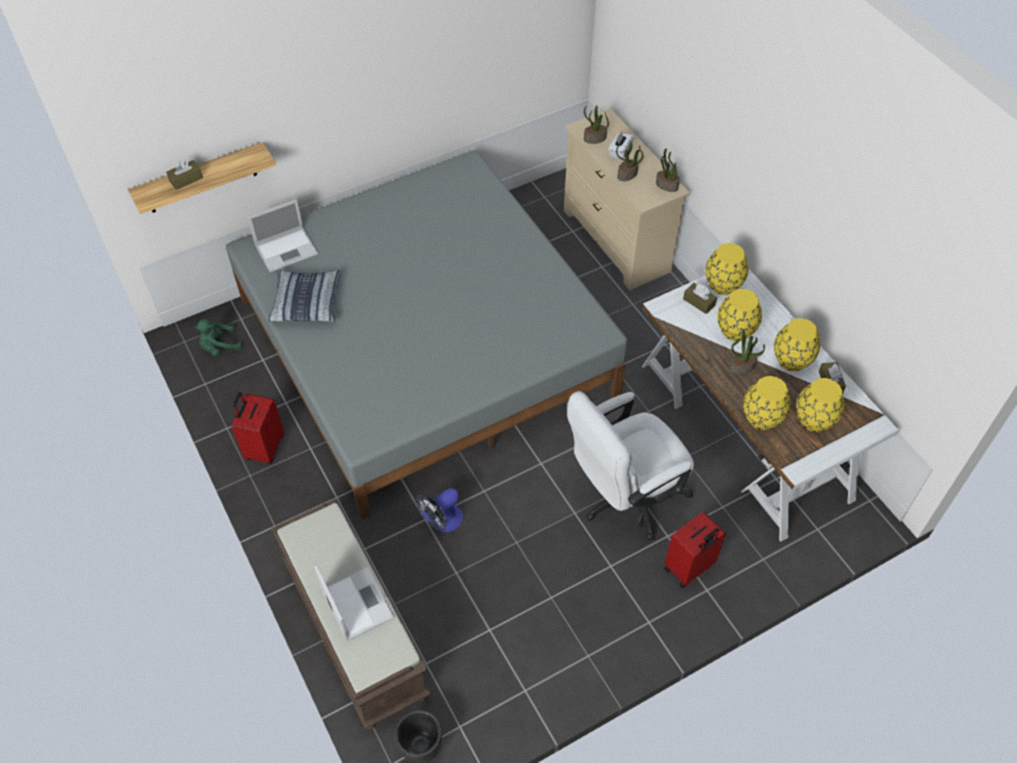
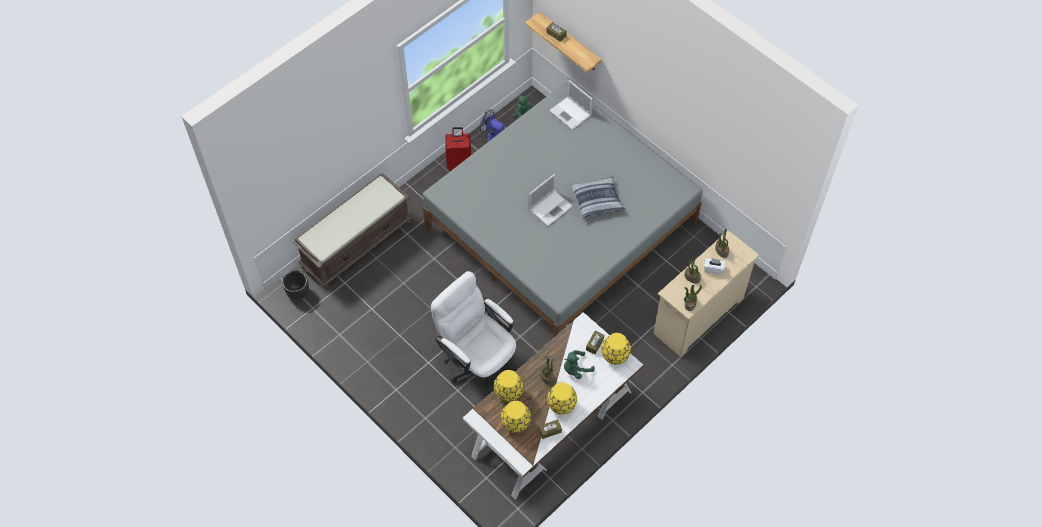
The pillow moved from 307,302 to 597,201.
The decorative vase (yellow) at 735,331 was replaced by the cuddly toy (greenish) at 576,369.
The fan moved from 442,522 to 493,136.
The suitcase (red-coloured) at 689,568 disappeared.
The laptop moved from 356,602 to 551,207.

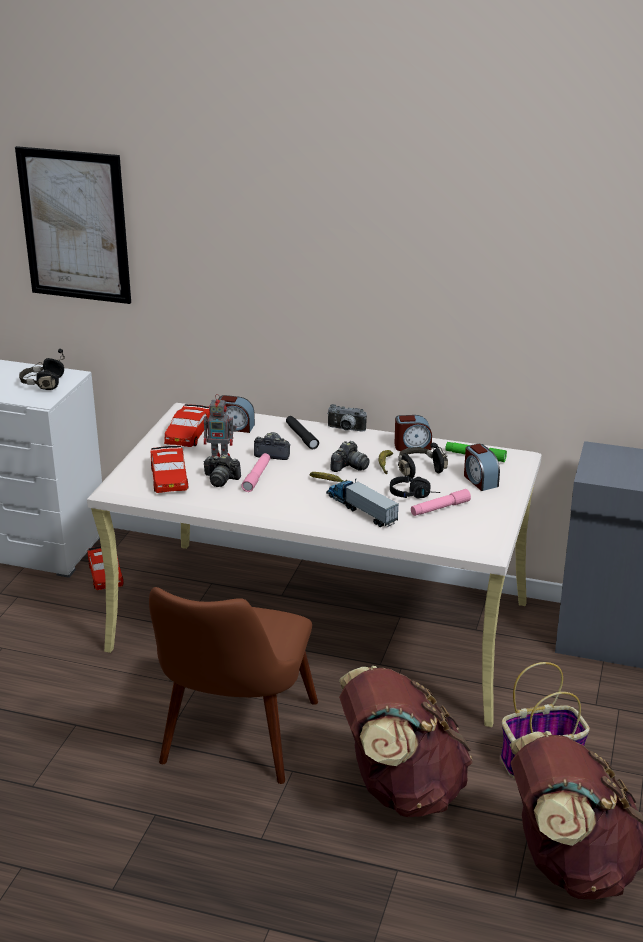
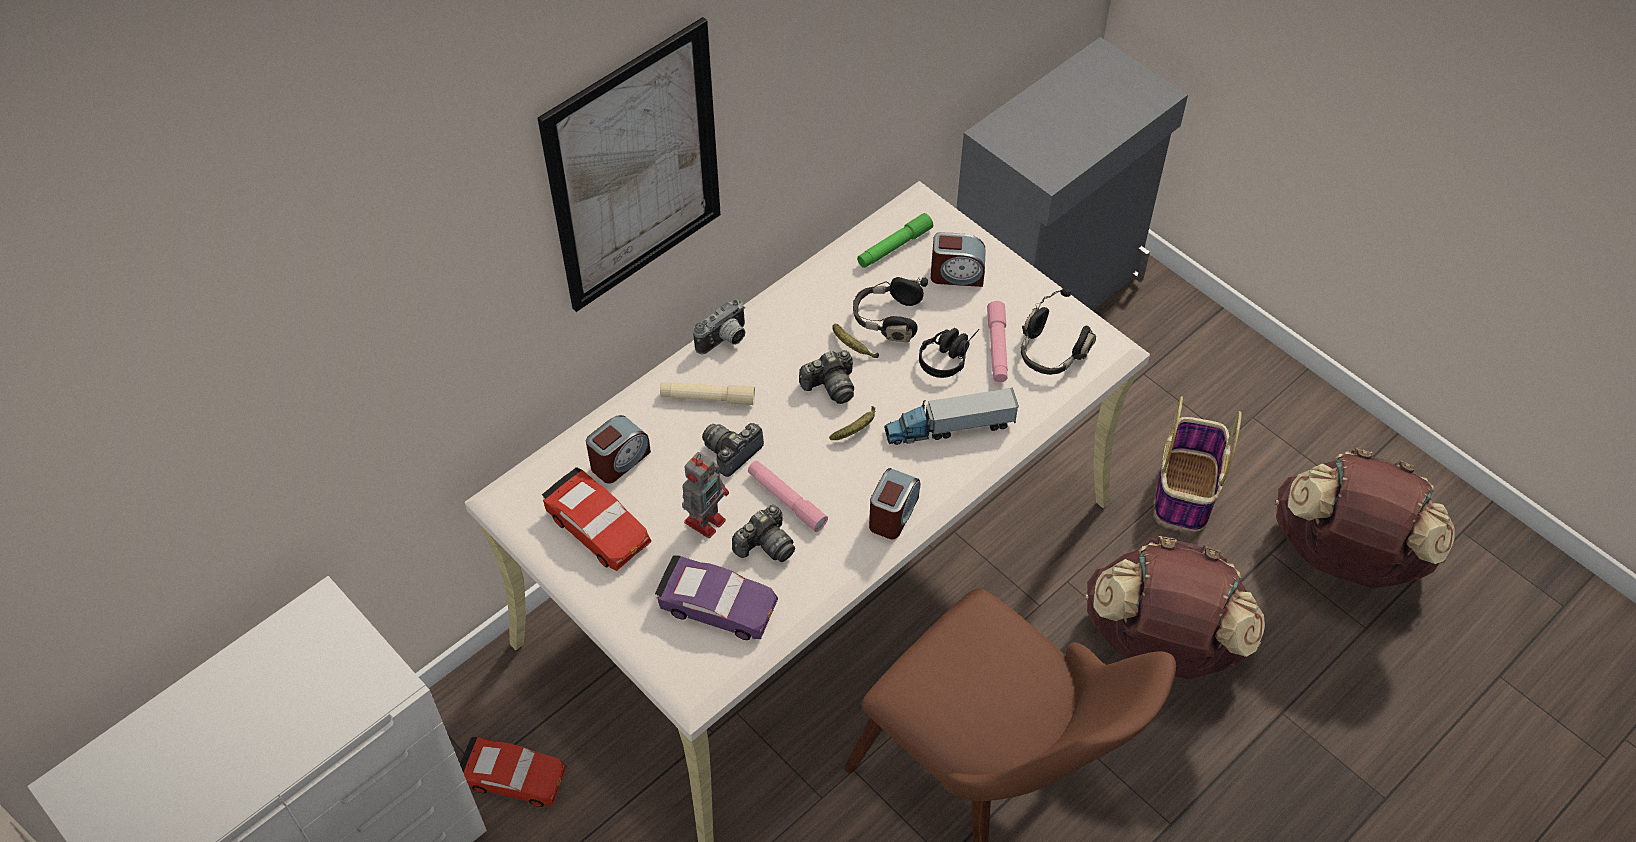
The picture moved from 75,226 to 634,168.
The pair of headphones (blackish) moved from 43,383 to 1051,353.
The alarm clock moved from 412,446 to 893,514.
The flashlight (blackish) at 301,436 became the flashlight (beige-coloured) at 708,398.
The photo camera at 349,466 turned 90 degrees clockwise.
The toy car (red-coloured) at 169,478 became the toy car (purple-coloured) at 717,605.

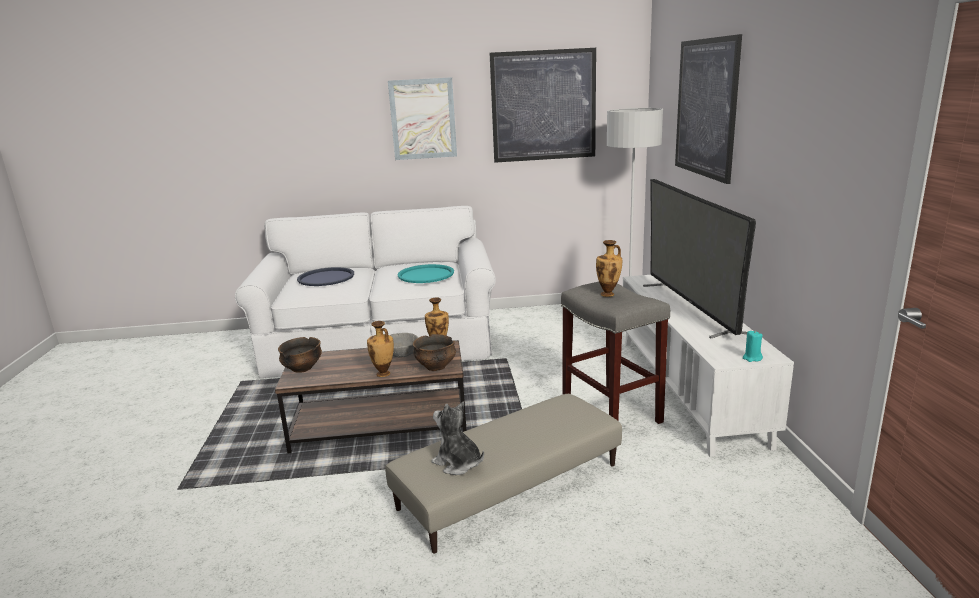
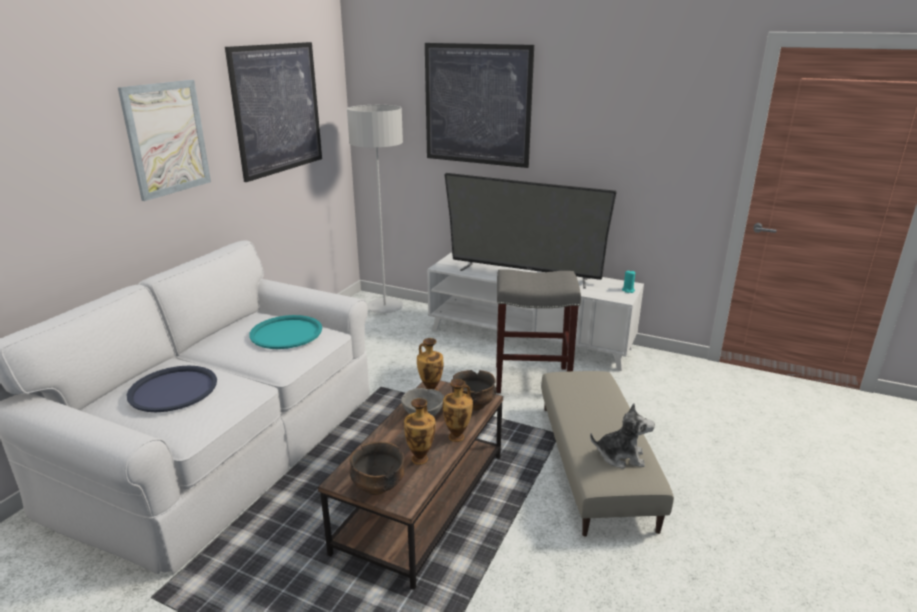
The decorative vase moved from 608,294 to 420,458.
The cuddly toy at 458,463 turned 150 degrees counterclockwise.

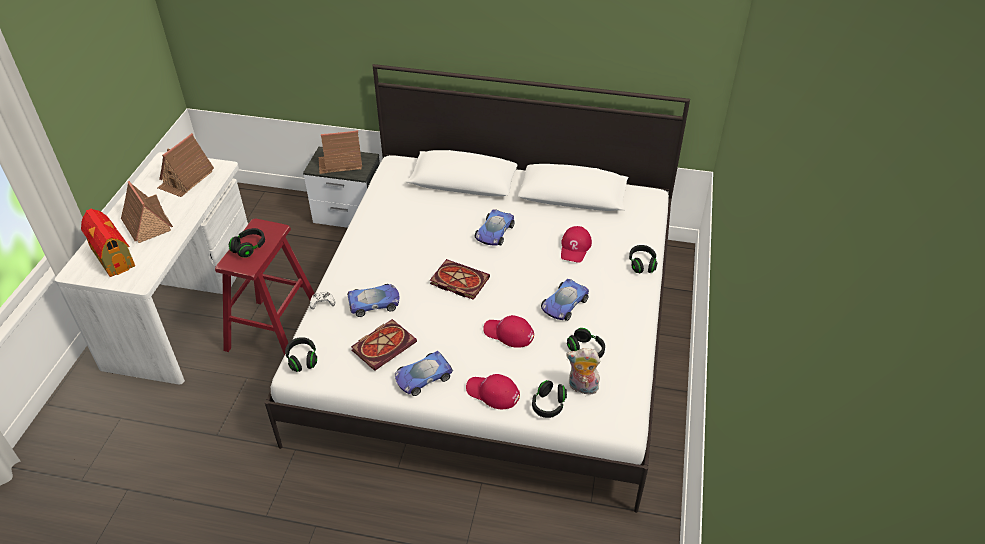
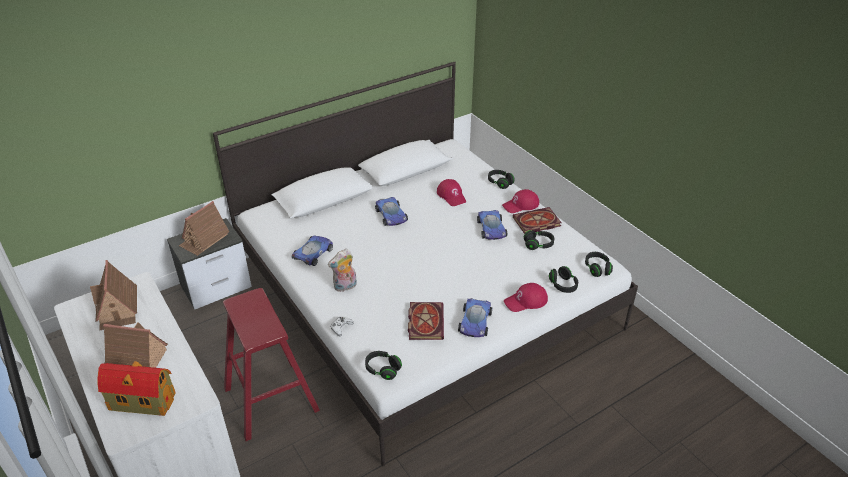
The pair of headphones (blackish) moved from 249,247 to 597,269.
The bound book moved from 458,281 to 536,223.
The toy car moved from 374,303 to 313,253.
The peaked cap (red-coloured) moved from 508,333 to 521,205.
The cuddly toy moved from 582,388 to 345,287.

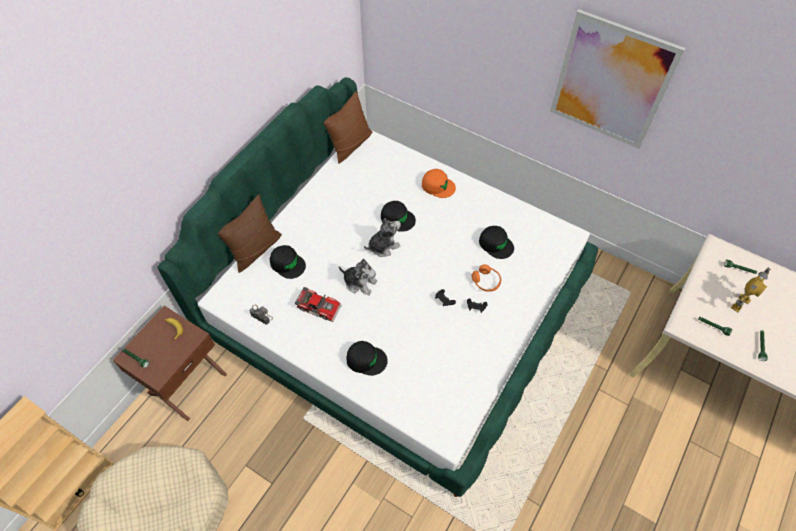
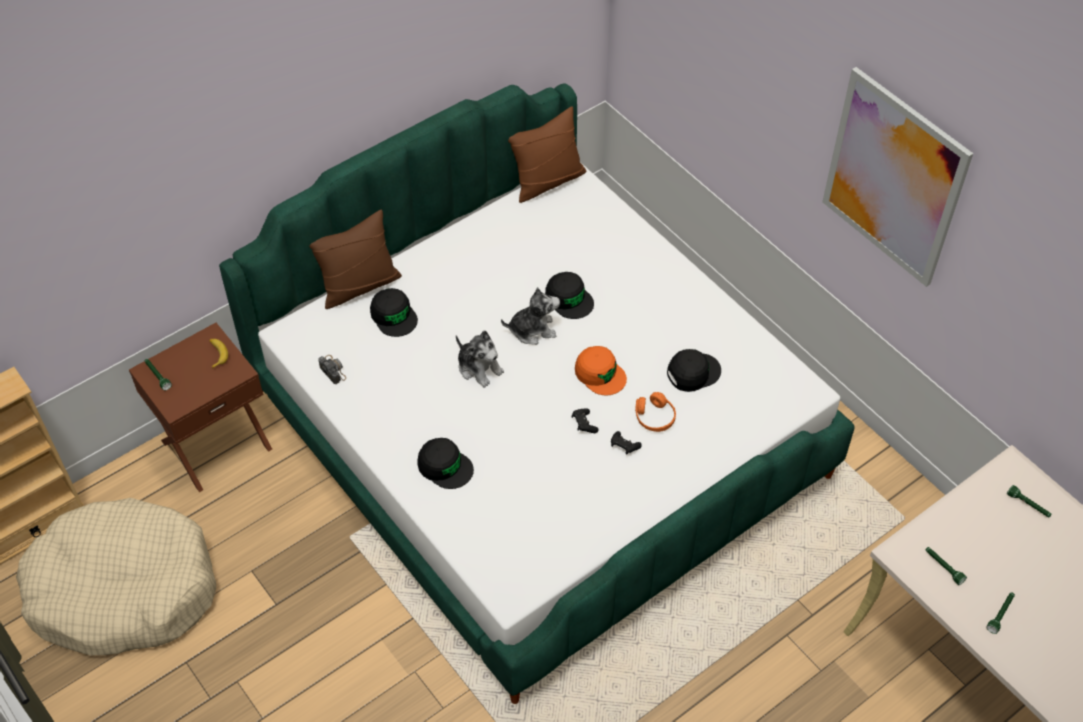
The peaked cap (orange) moved from 438,186 to 600,374.
The peaked cap (blackish) at 496,244 turned 90 degrees counterclockwise.
The robot figure at 740,303 disappeared.
The toy car at 319,306 disappeared.

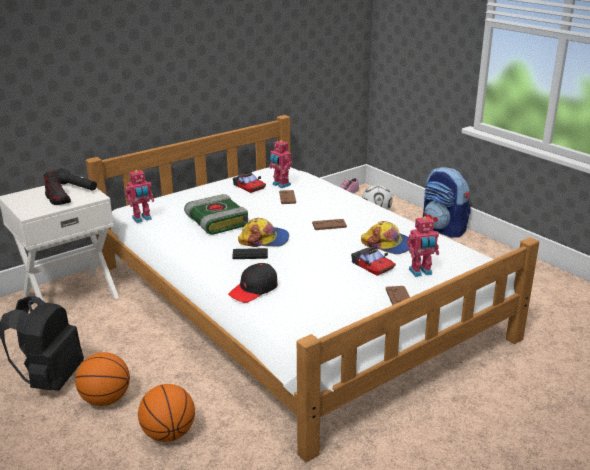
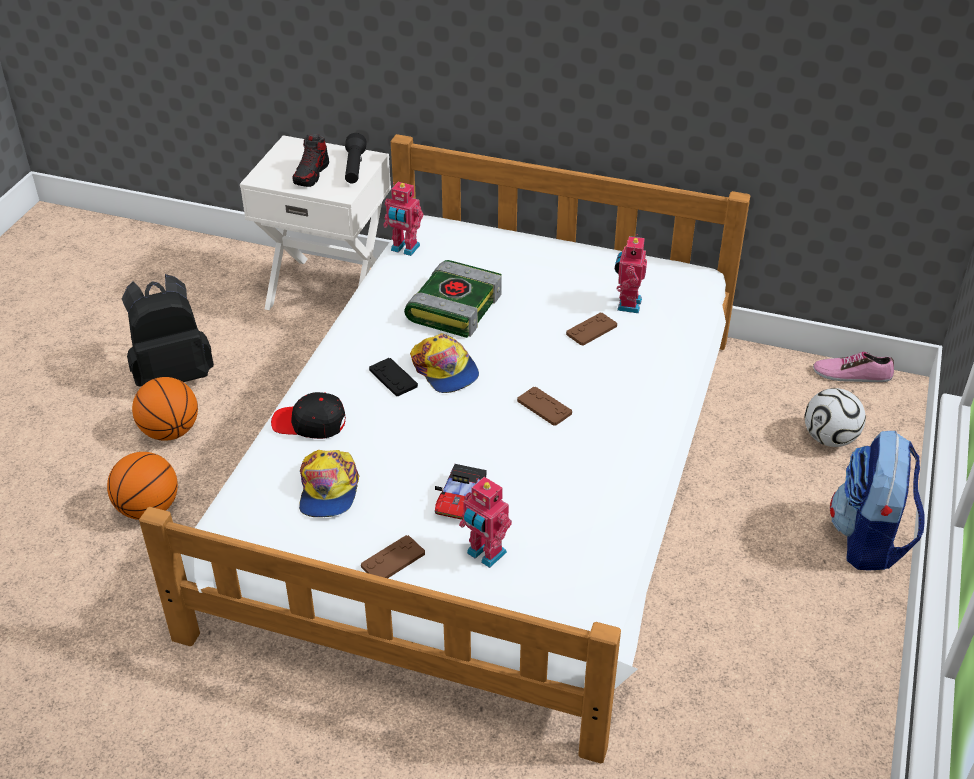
The toy car at 249,186 disappeared.
The peaked cap moved from 388,244 to 328,490.

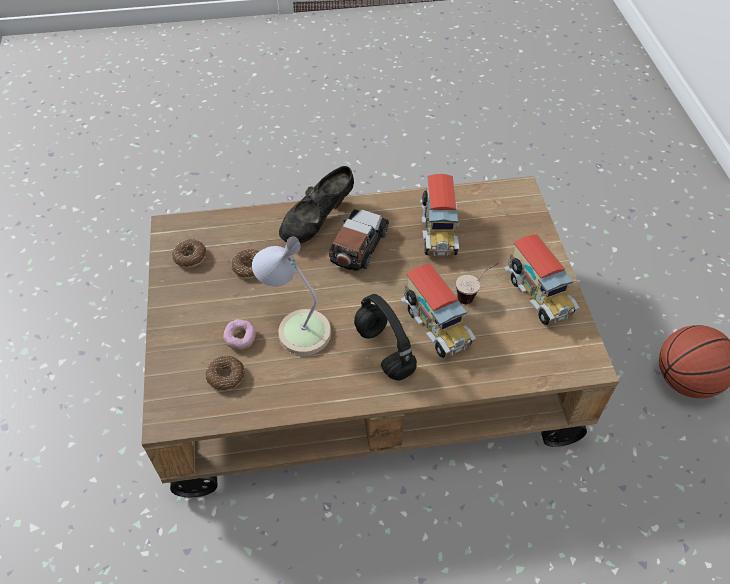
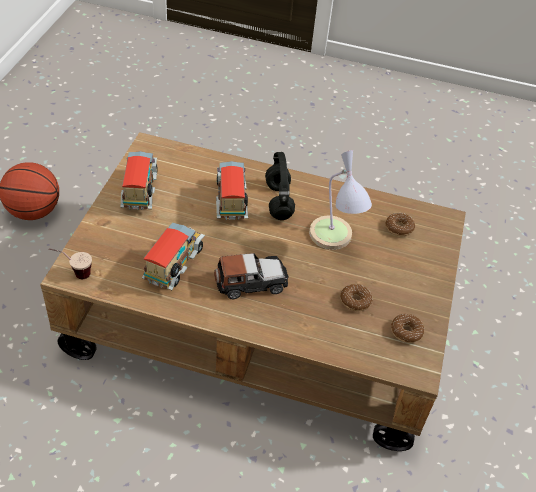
The low shoe (blackish) at 317,222 disappeared.
The toy car at 358,246 turned 150 degrees counterclockwise.
The small cup moved from 474,295 to 73,273.
The donut at 240,338 disappeared.

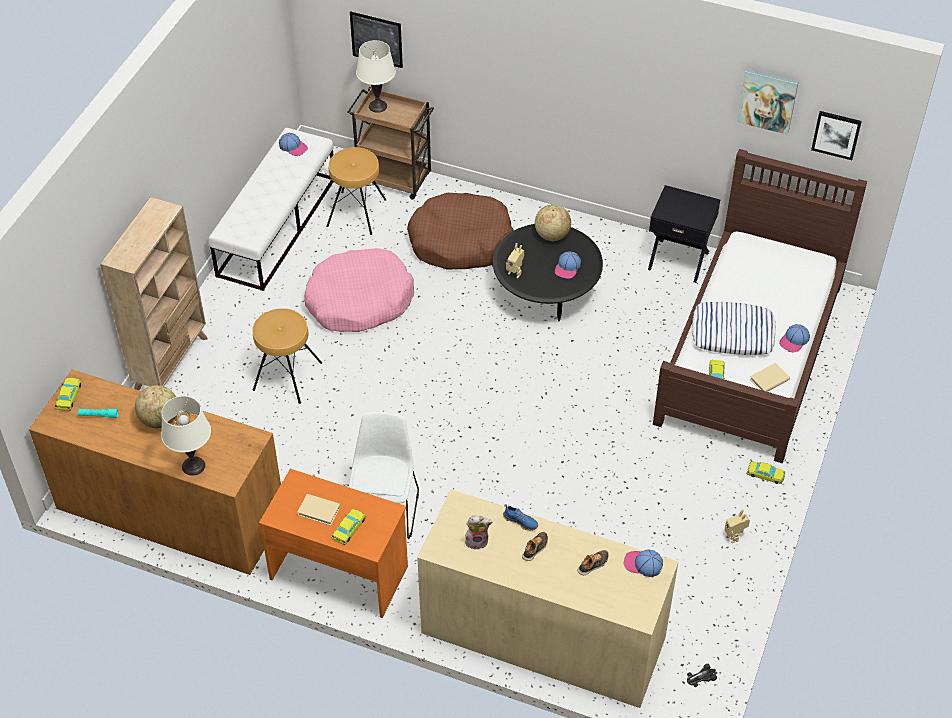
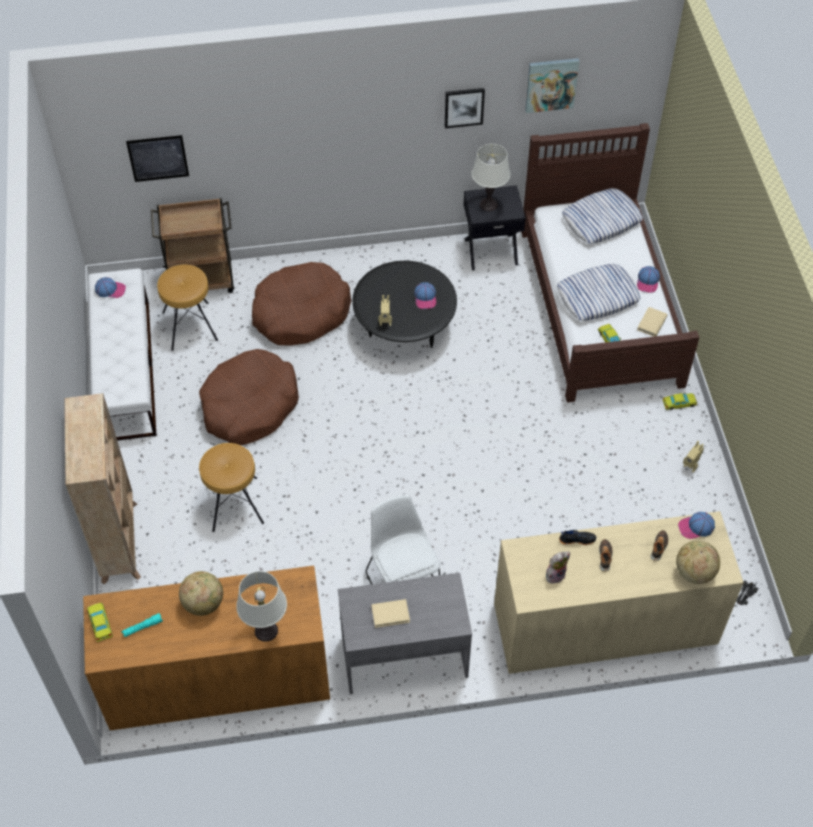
The table lamp (white-coloured) moved from 377,106 to 488,204.
The picture moved from 836,134 to 464,107.
The globe moved from 552,235 to 694,572.
The pet bed (pink) at 359,300 became the pet bed (brown) at 249,406.
The desk unit (orange) at 339,571 became the desk unit (grey) at 403,656.
The low shoe (blue) at 521,521 became the low shoe (blackish) at 577,539.
The toy car (yellow) at 349,528 disappeared.
The pillow at 601,220 appeared.

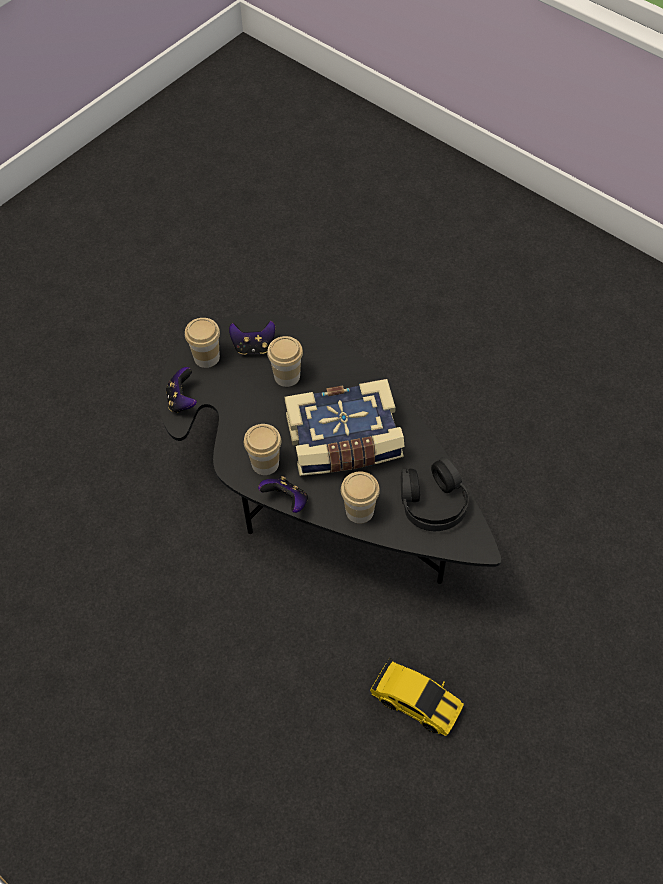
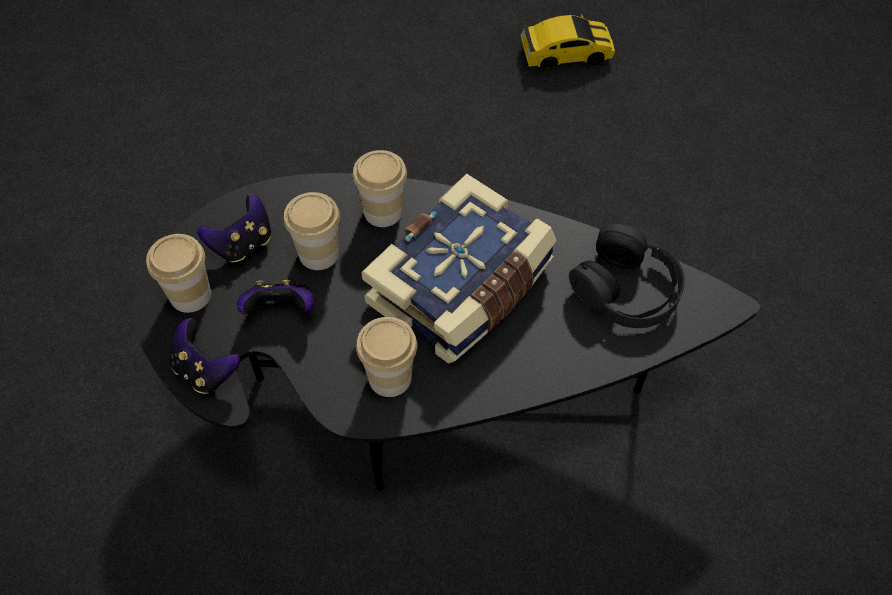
The small cup moved from 359,511 to 383,211.
The gamepad moved from 286,501 to 281,310.
The toy car moved from 416,702 to 566,54.

